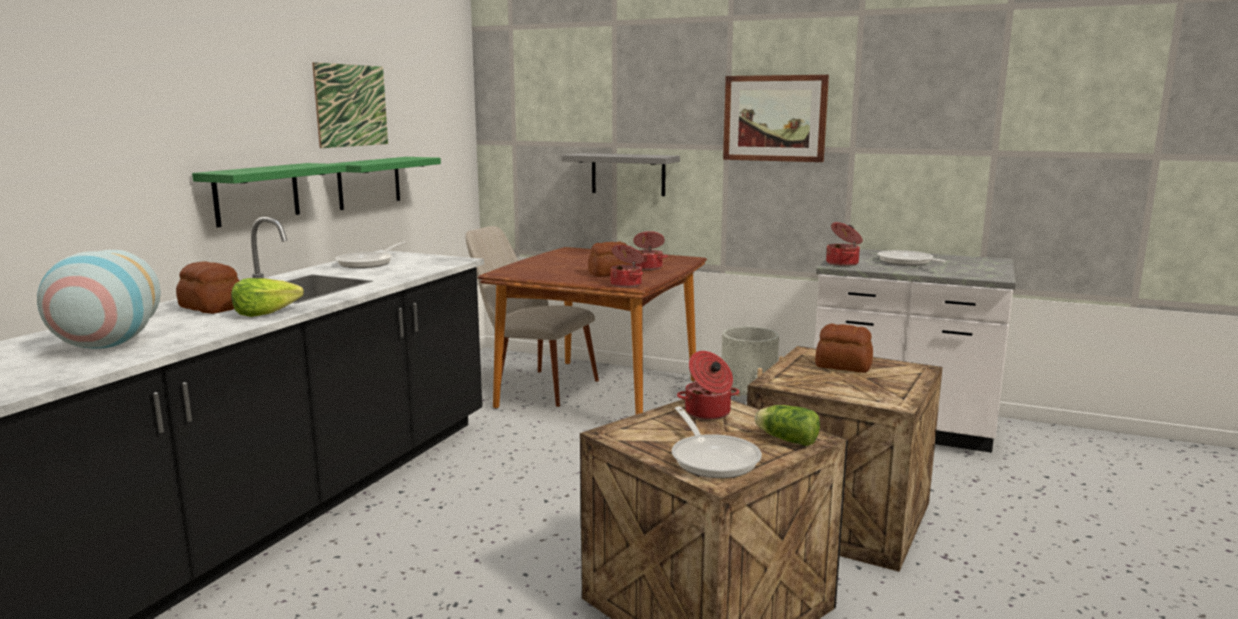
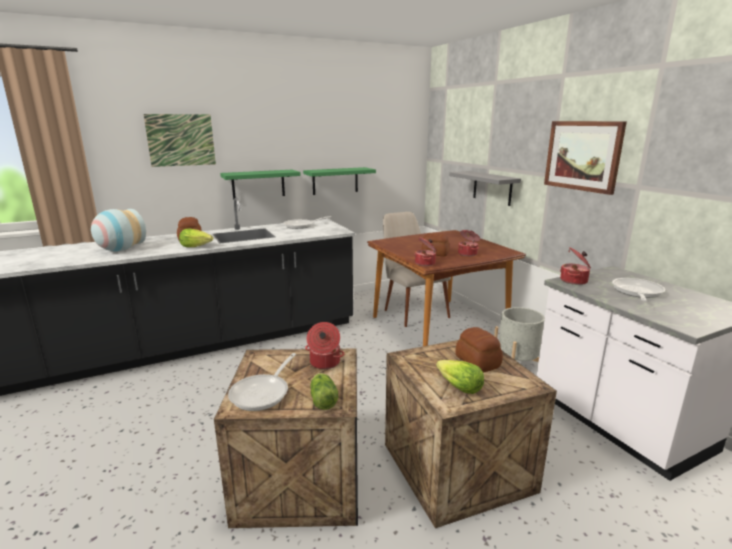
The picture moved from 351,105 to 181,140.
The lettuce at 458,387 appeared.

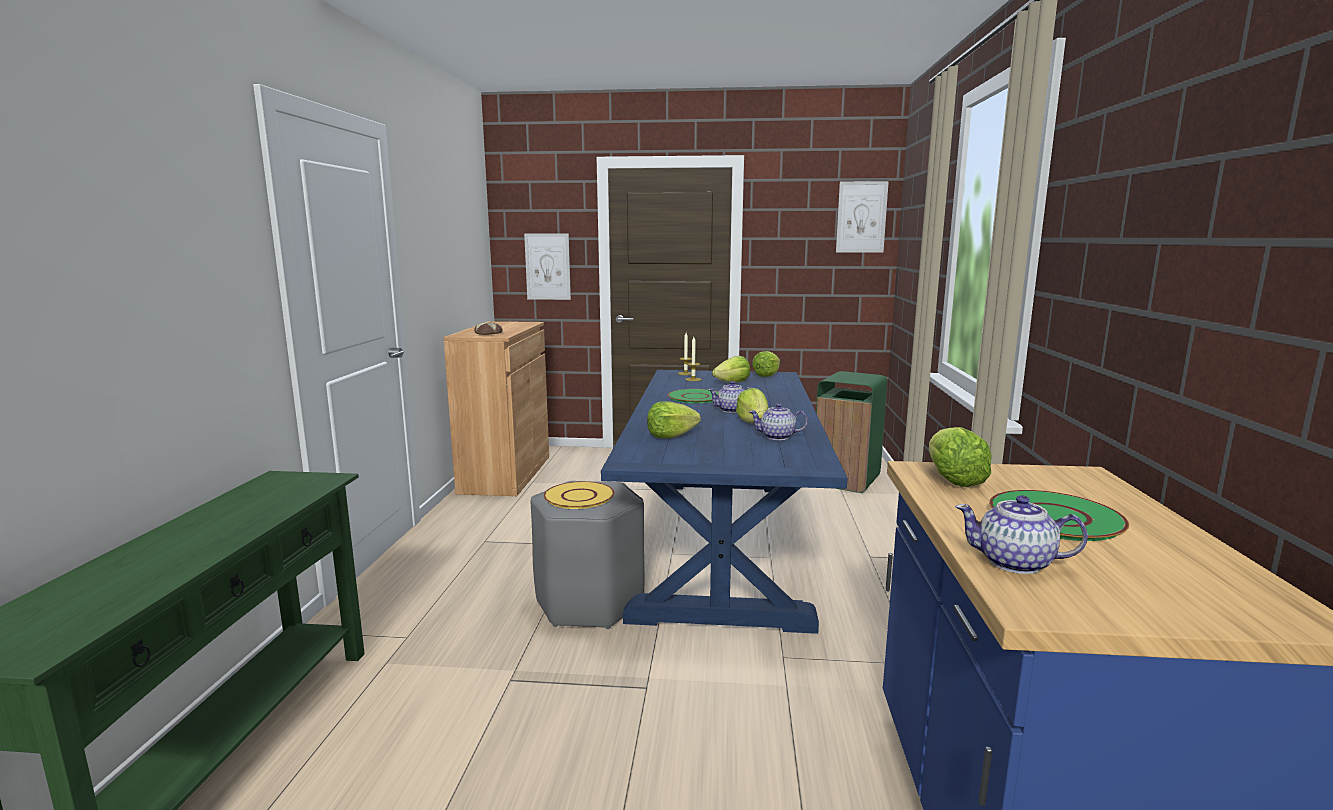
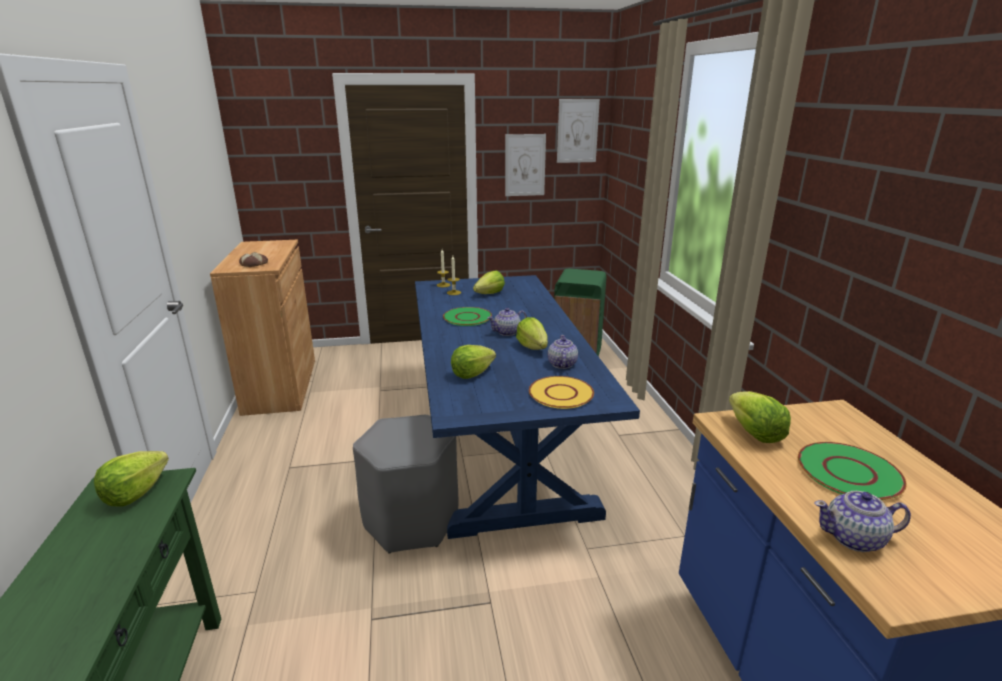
The picture moved from 547,266 to 525,165.
The lettuce moved from 766,375 to 135,493.
The teapot at 777,437 turned 105 degrees clockwise.
The plate (yellow) moved from 579,497 to 561,394.

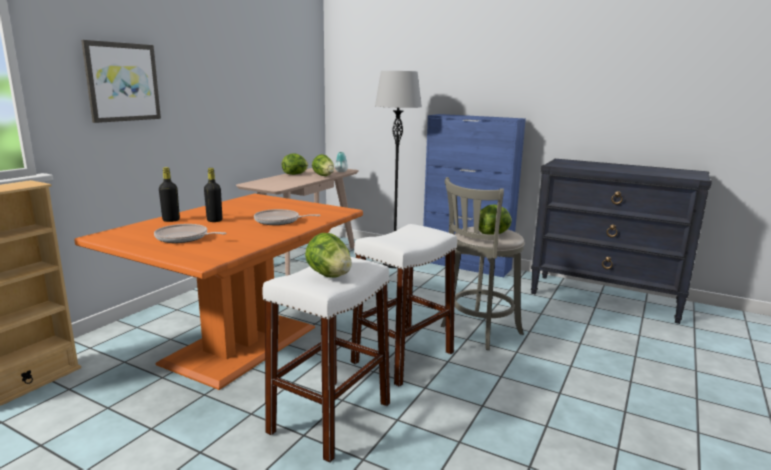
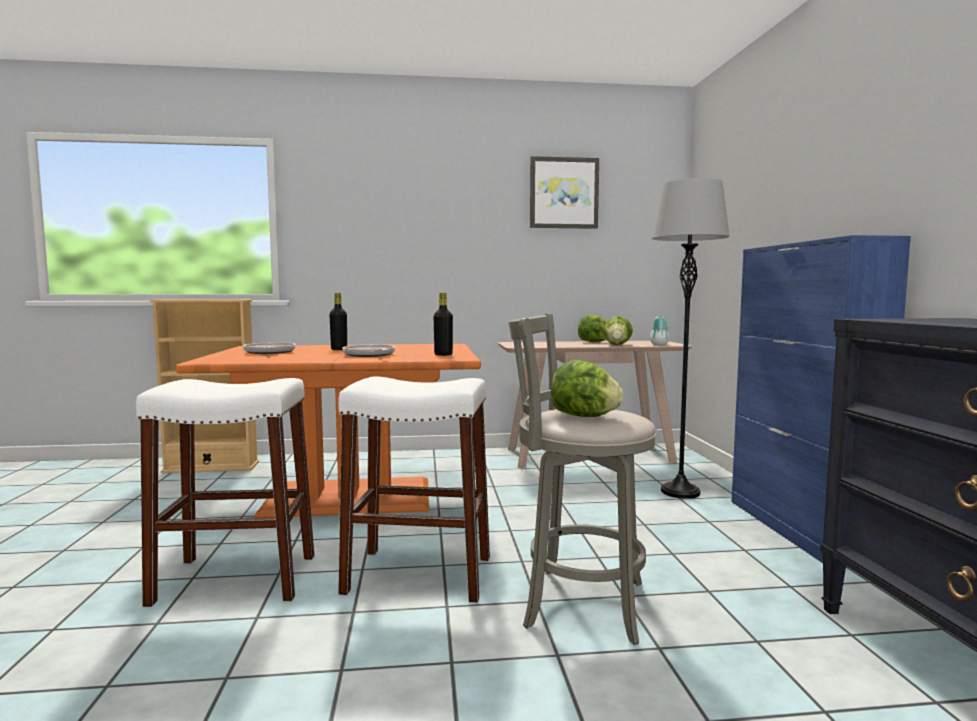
The picture moved from 122,82 to 563,193.
The drink bottle (blackish) moved from 171,220 to 443,355.
The lettuce at 329,275 disappeared.

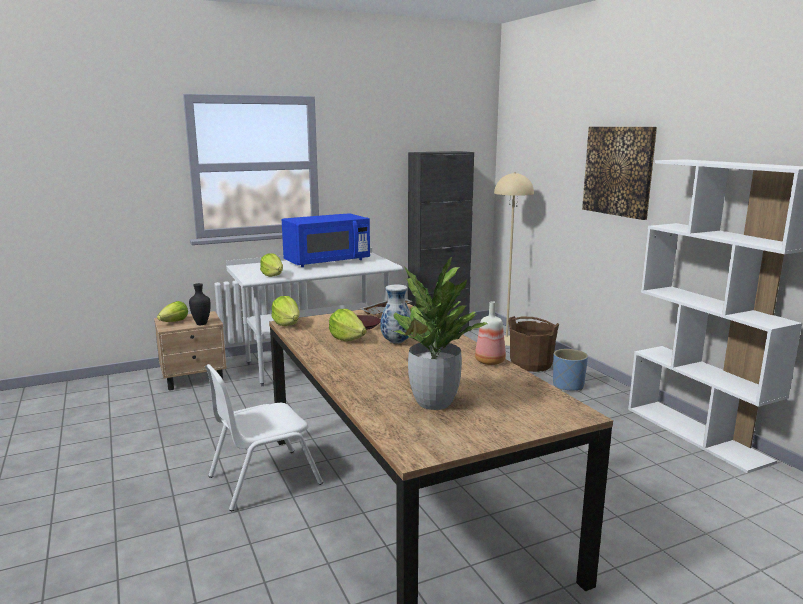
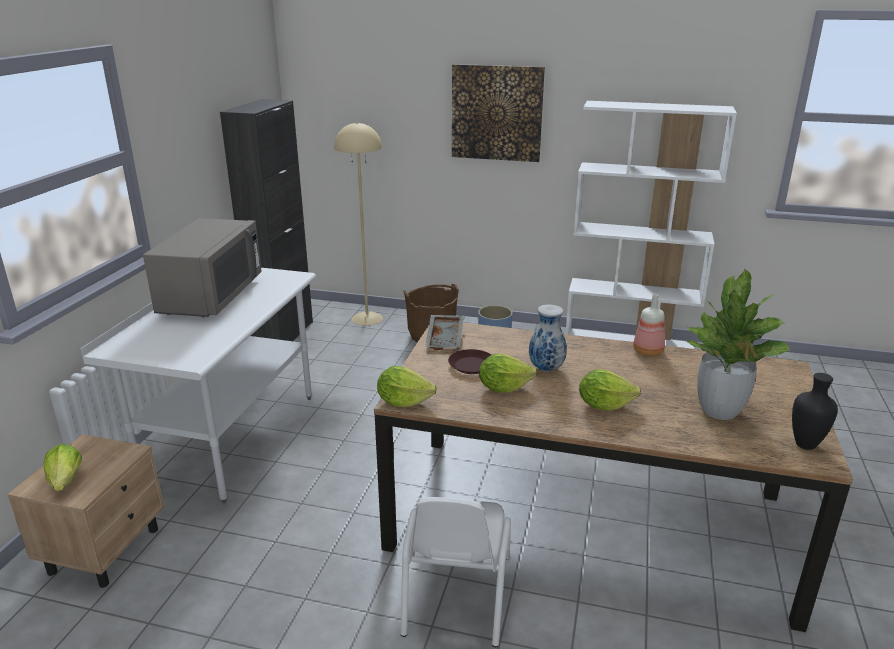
The microwave (blue) at 327,262 became the microwave (grey) at 212,297.
The lettuce moved from 272,275 to 604,405.
The decorative vase (blackish) moved from 201,324 to 806,445.

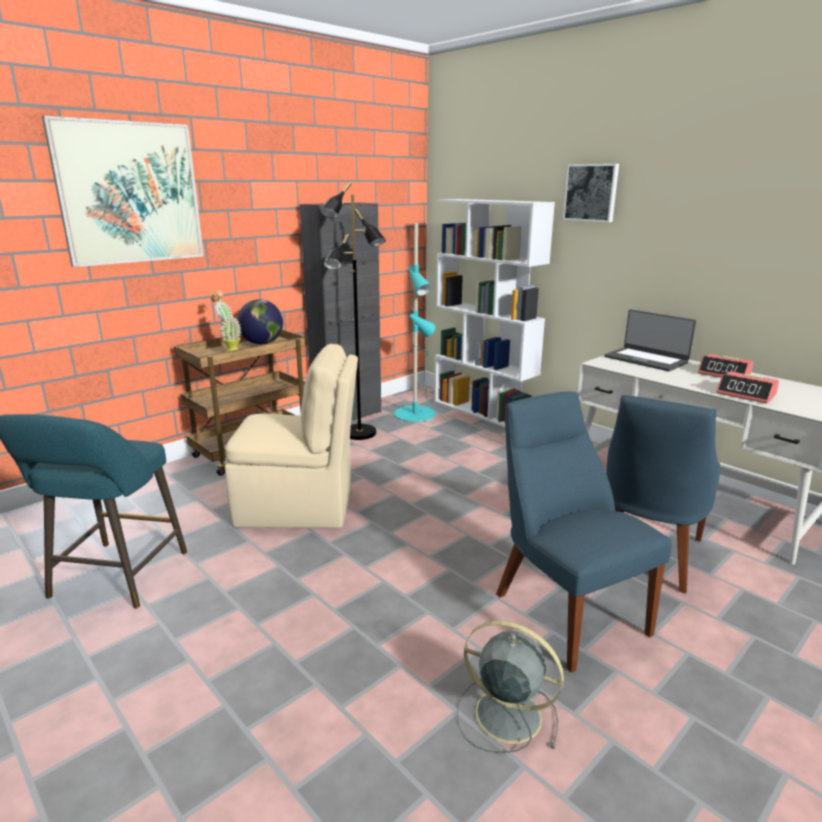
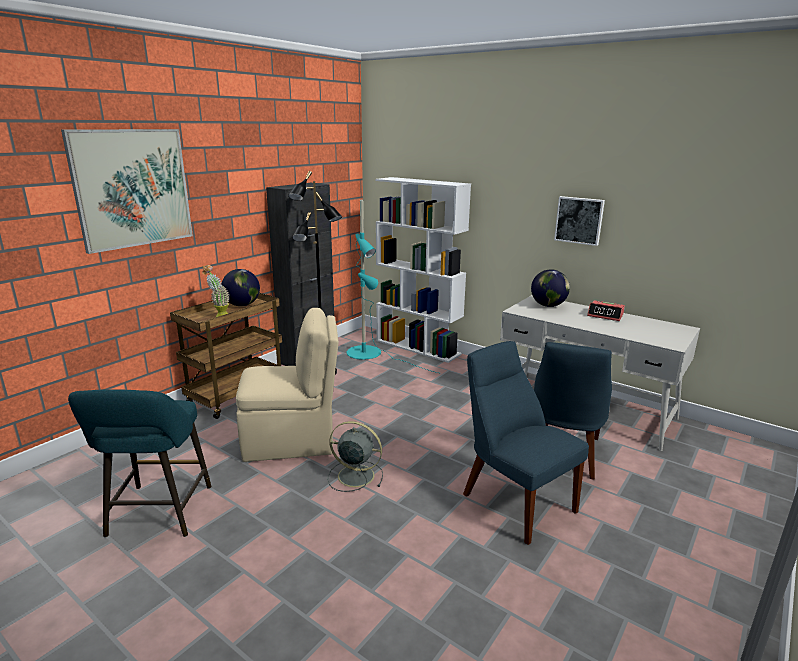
The picture moved from 591,192 to 579,220.
The laptop at 646,359 was replaced by the globe at 548,305.
The alarm clock at 746,394 disappeared.
The fan (grey) moved from 504,714 to 354,475.

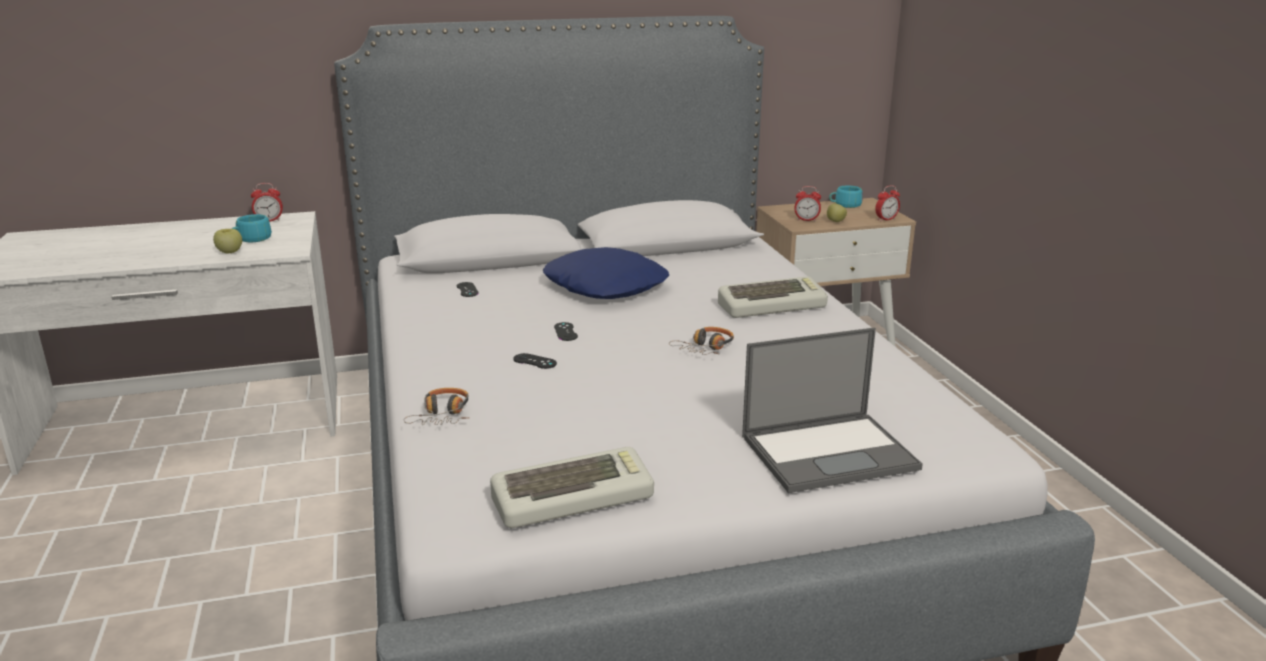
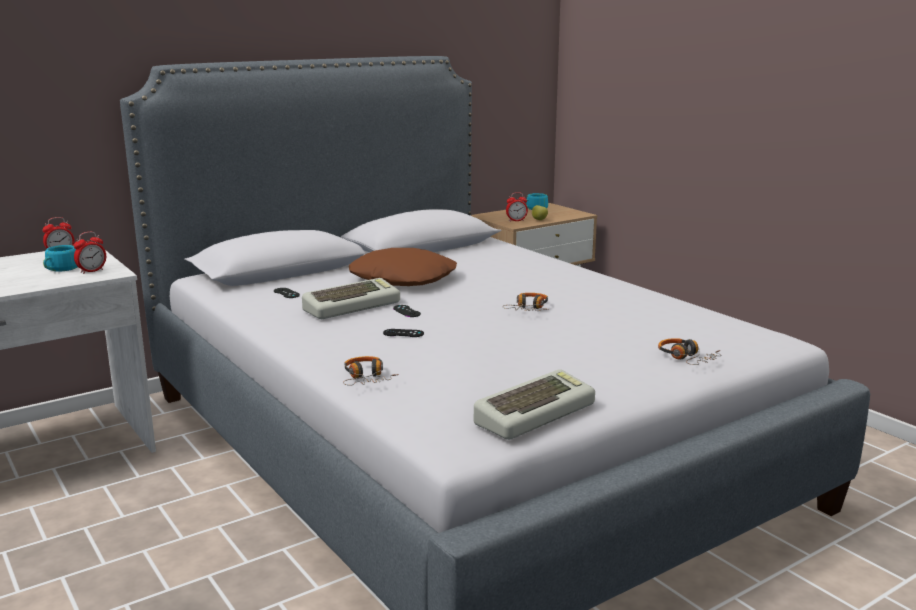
The alarm clock moved from 886,219 to 92,271.
The apple fruit at 229,252 disappeared.
The pillow (blue) at 606,286 became the pillow (brown) at 403,278.
The PC keyboard moved from 772,305 to 351,306.
The laptop at 830,452 was replaced by the pair of headphones at 687,358.

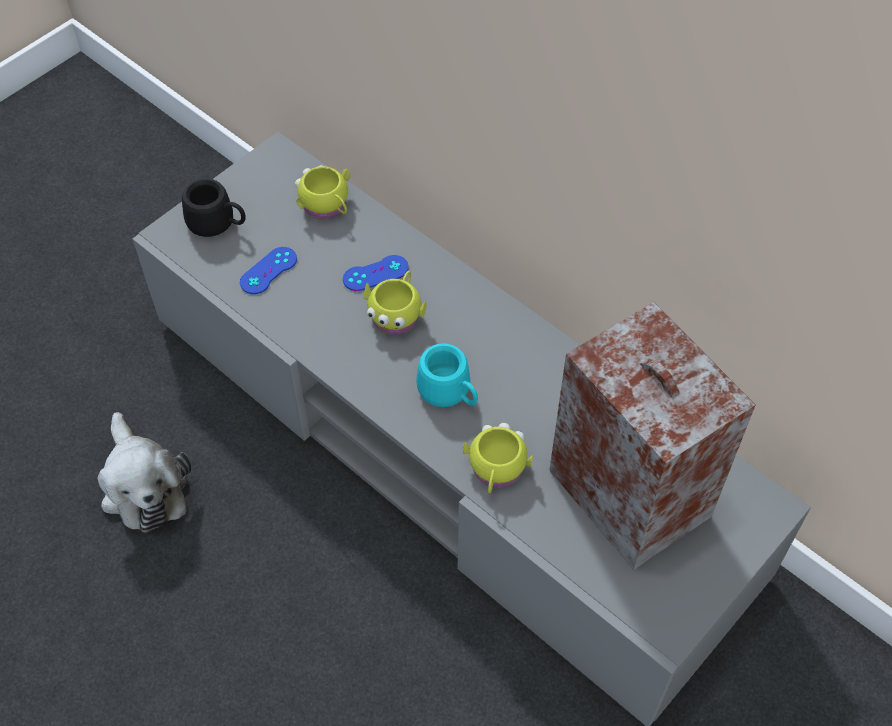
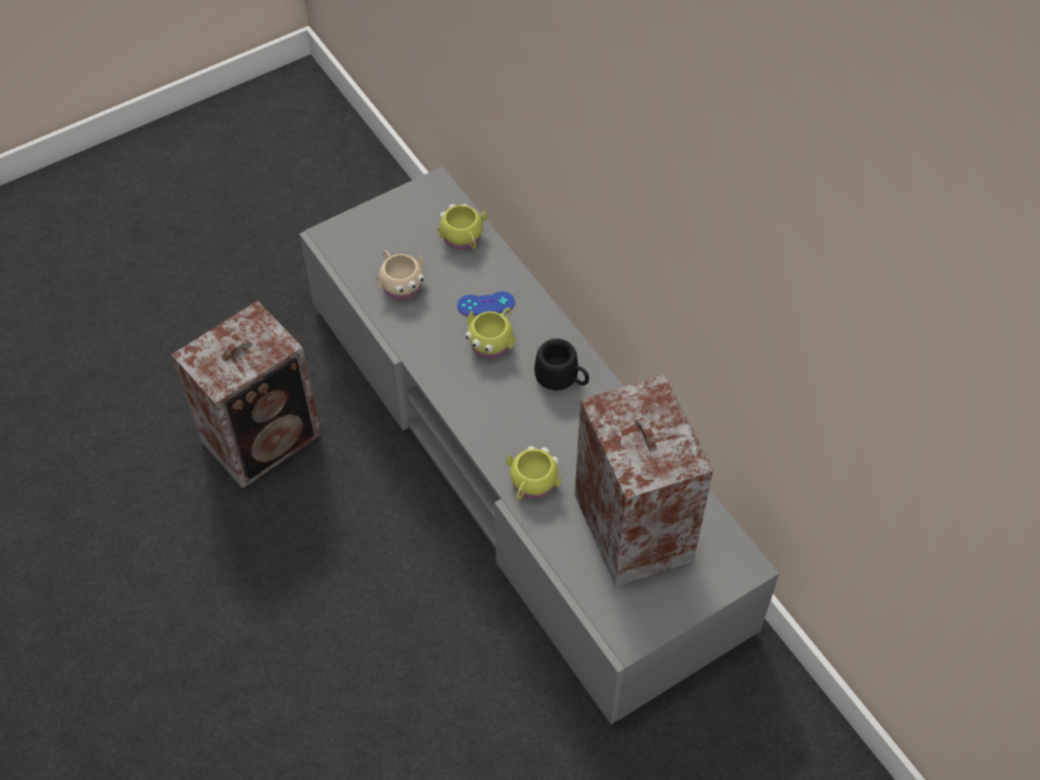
The coffee mug (blackish) moved from 218,224 to 562,379.
The gamepad (blue) at 268,271 was replaced by the coffee mug (beige-coloured) at 400,283.
The coffee mug (turquoise) at 450,394 disappeared.
The cuddly toy at 143,485 was replaced by the speaker at 265,437.

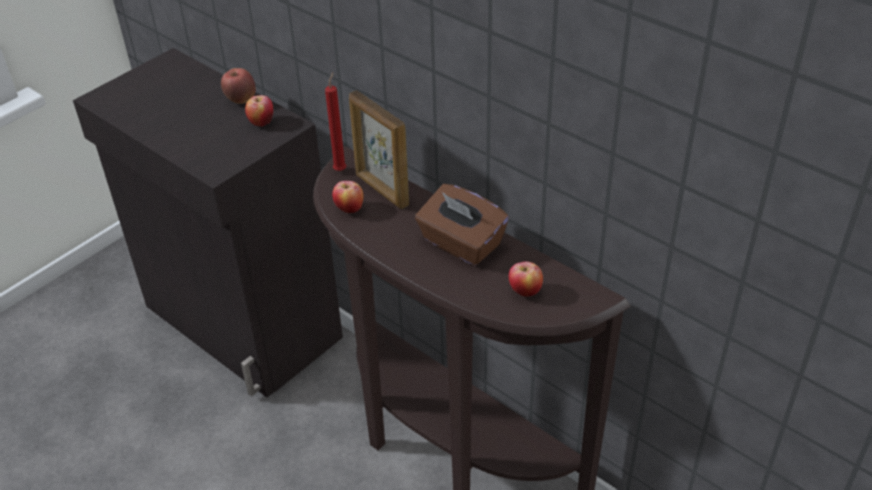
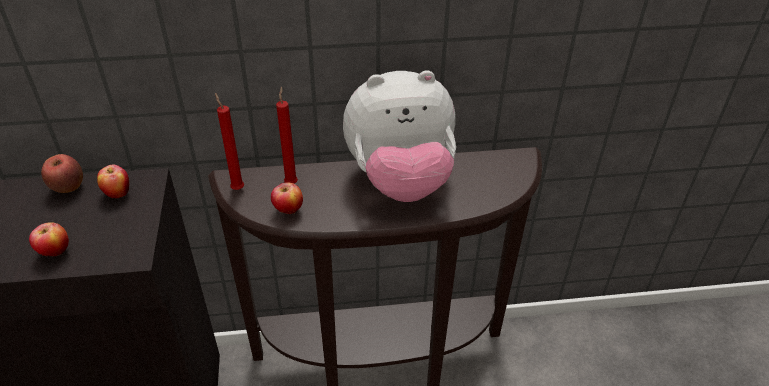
The standing frame at 381,190 was replaced by the wax candle (red-coloured) at 291,182.
The tissue holder (brown) at 461,244 was replaced by the cuddly toy at 400,181.
The apple fruit moved from 524,292 to 55,252.

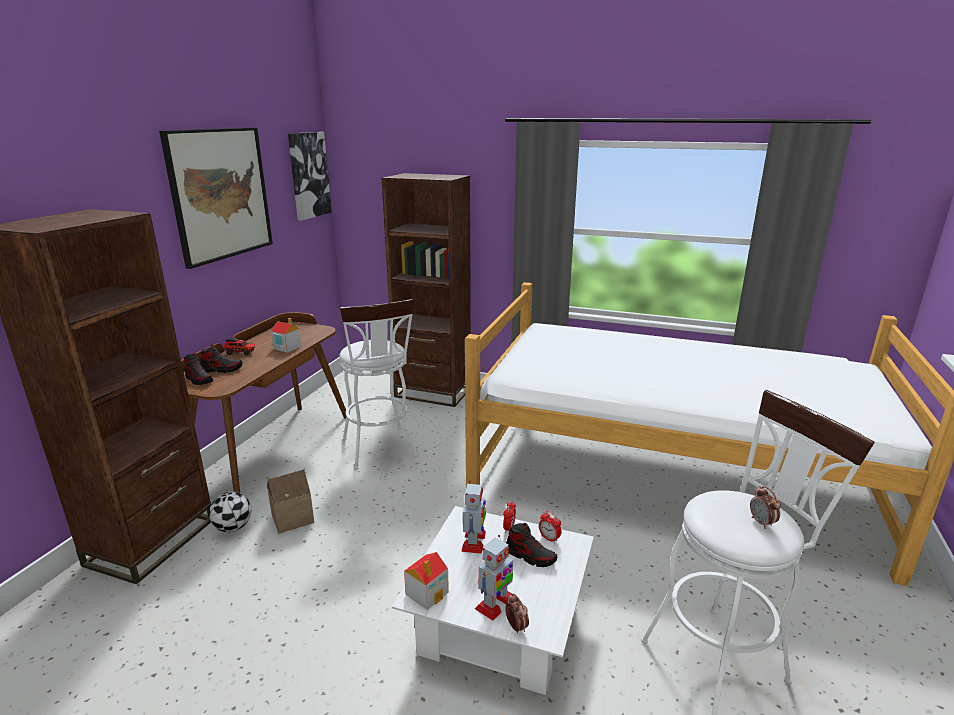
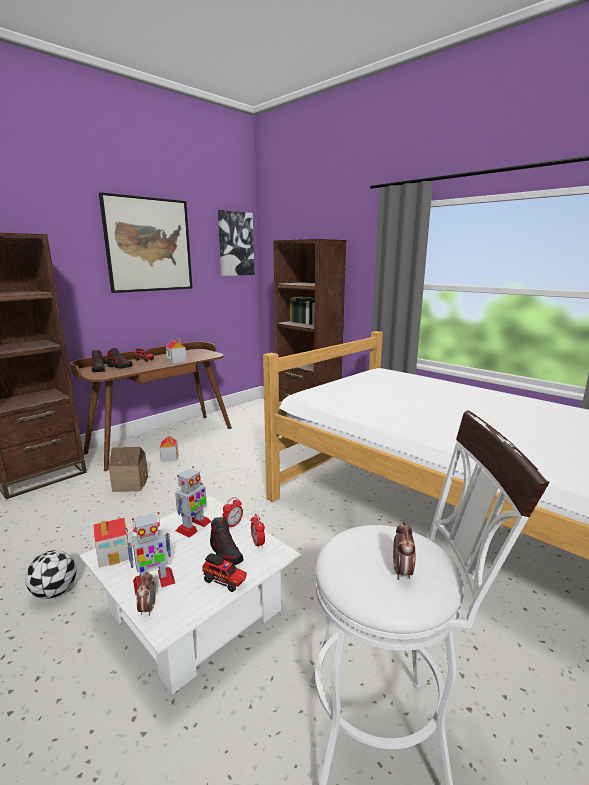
The stool (white-coloured) at 381,451 disappeared.
The football ball moved from 233,527 to 55,592.
The model house at 169,457 appeared.
The toy truck at 225,581 appeared.

